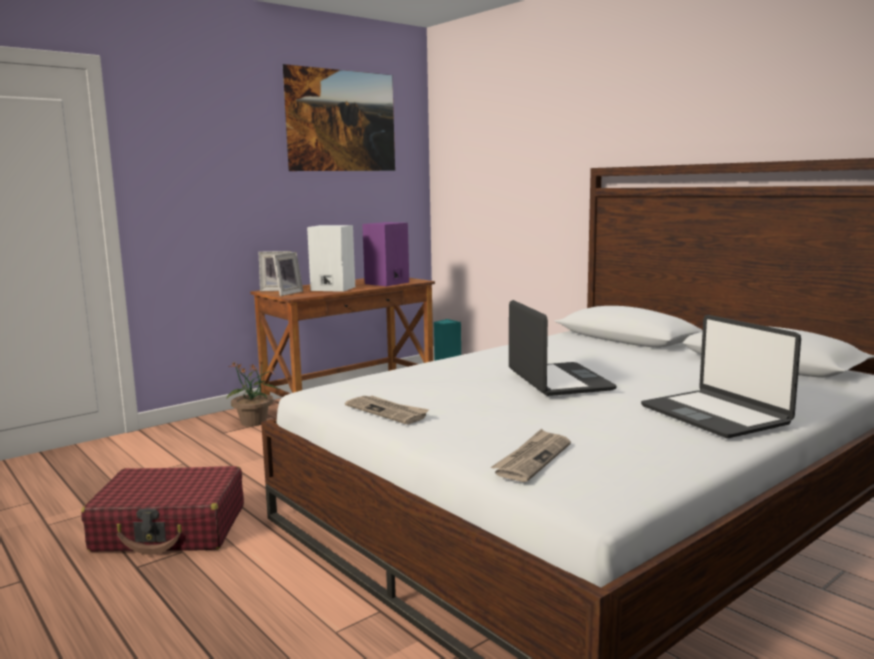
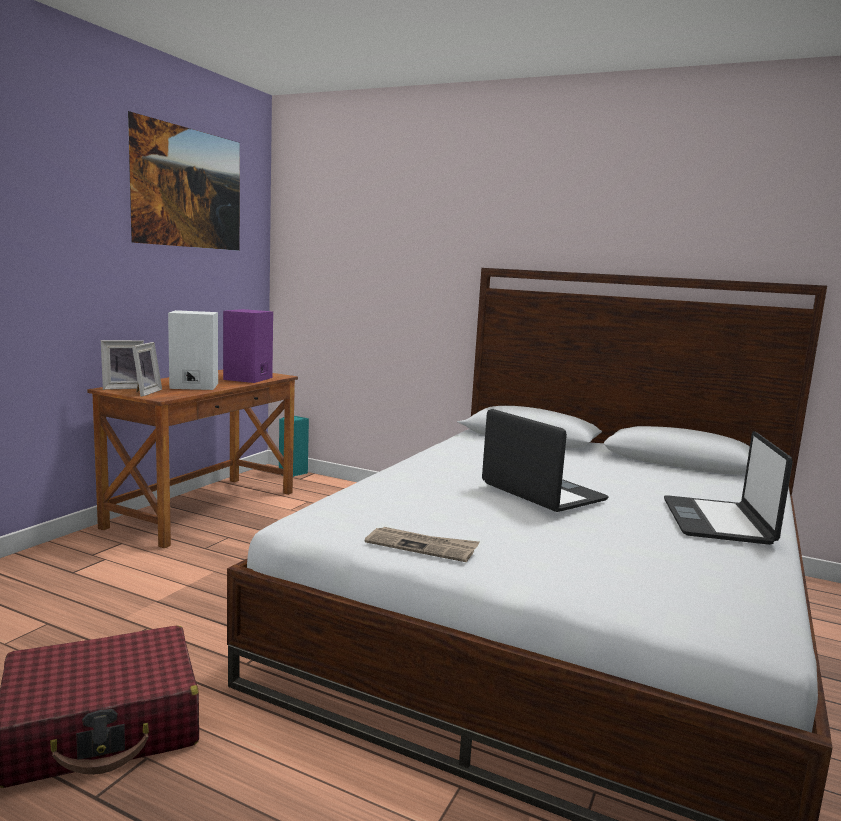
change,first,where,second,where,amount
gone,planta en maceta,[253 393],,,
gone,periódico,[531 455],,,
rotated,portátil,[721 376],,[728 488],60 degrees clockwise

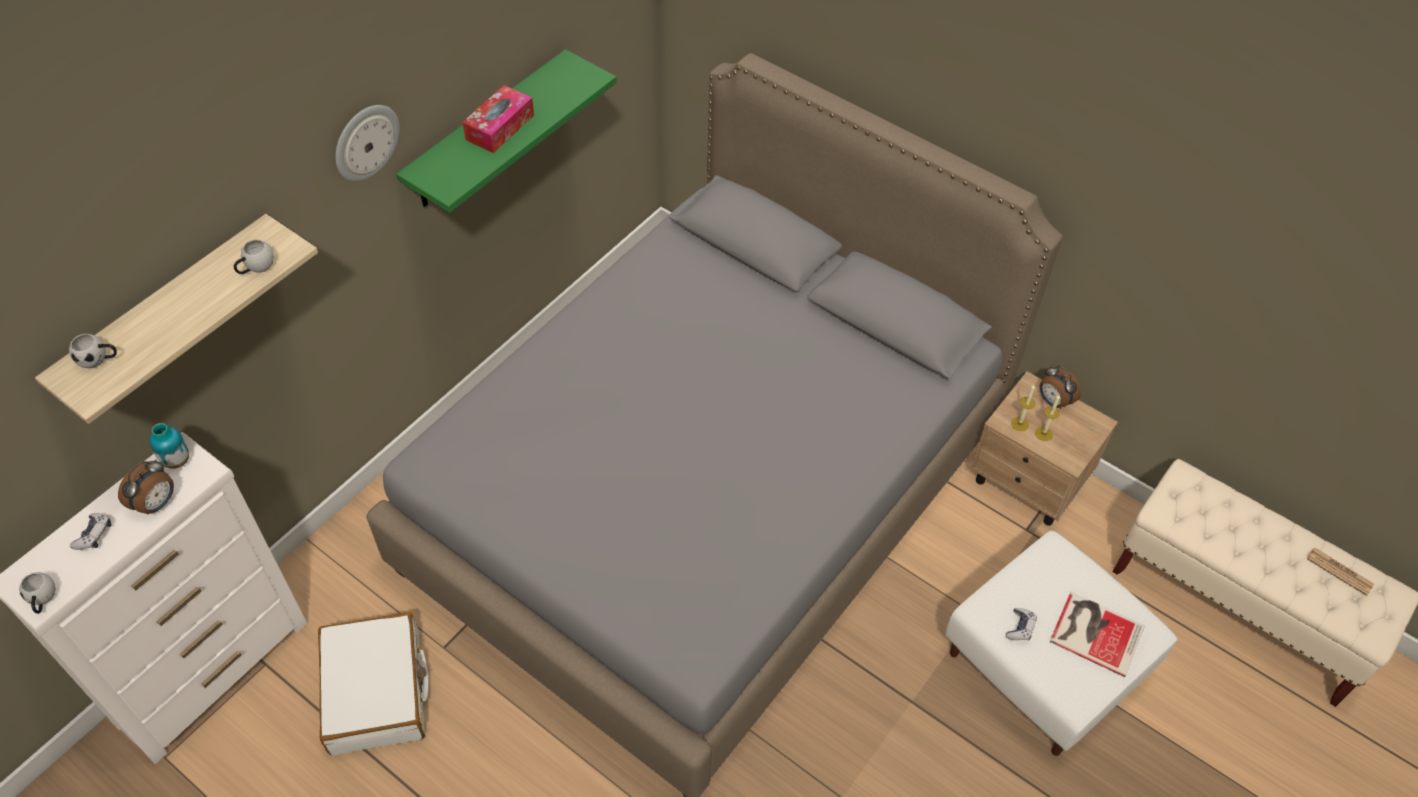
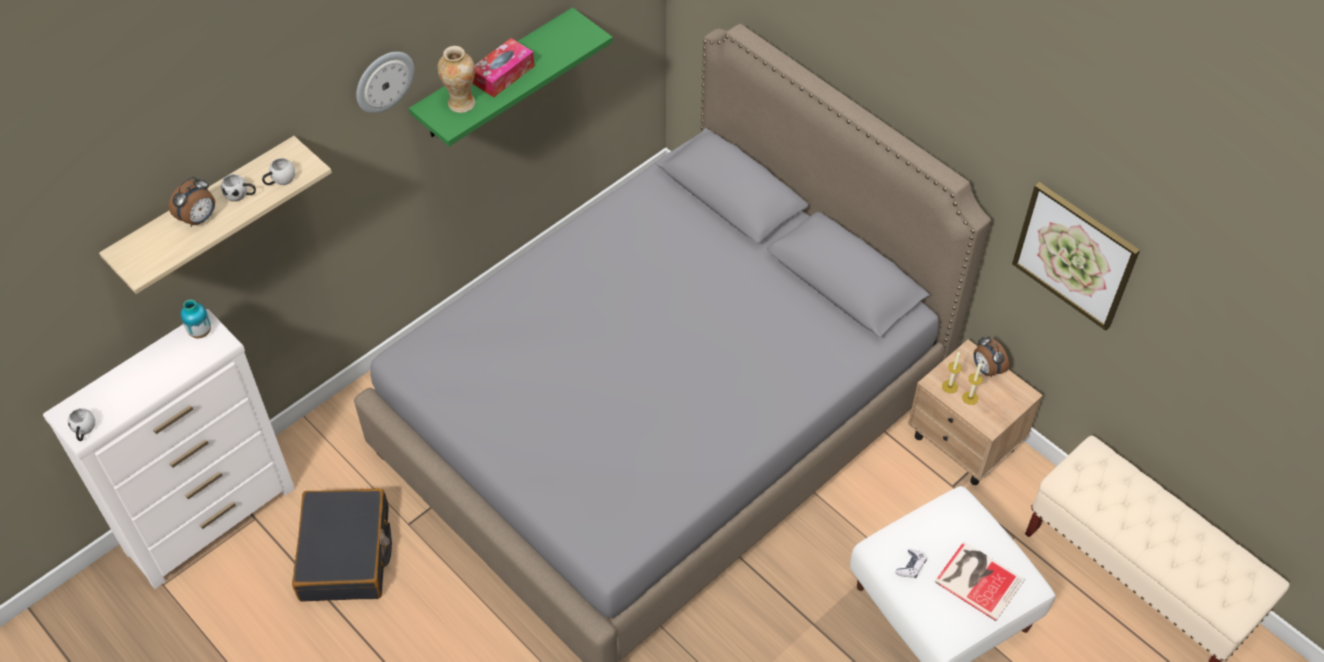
change,first,where,second,where,amount
gone,mando de consola,[91 531],,,
gone,periódico,[1340 571],,,
new,,,florero,[456 79],
new,,,cuadro,[1076 256],
shifted,taza grande (blanco),[93 351],,[238 188],
shifted,despertador,[146 487],,[192 202],
repainted,maleta (blanco),[373 683],maleta (negro),[342 545],

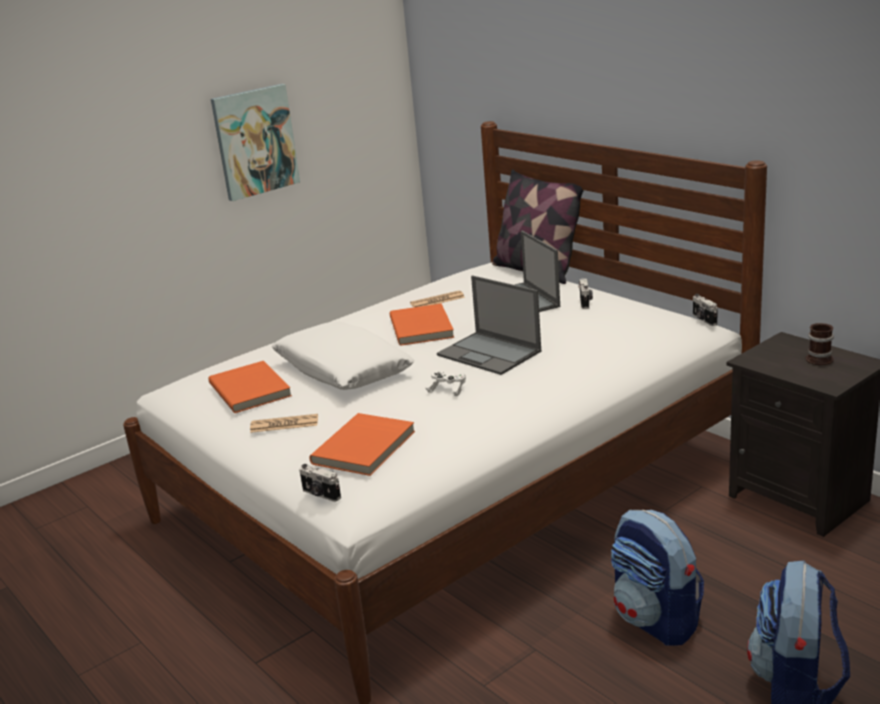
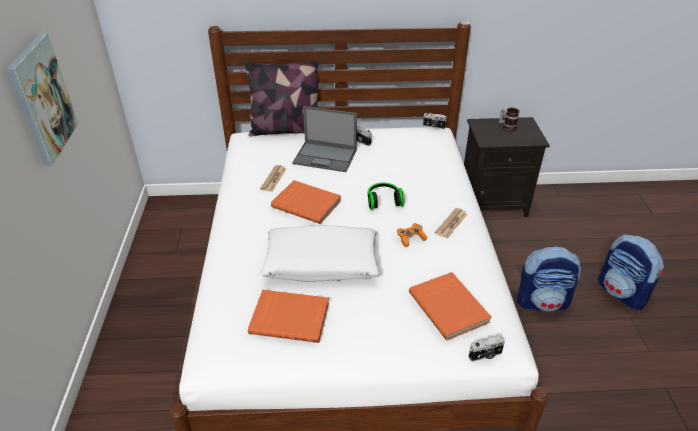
change,first,where,second,where,amount
shifted,periódico,[284 423],,[451 223],
swapped,portátil,[489 325],auriculares,[385 196],
repainted,mando de consola (blanco),[445 383],mando de consola (naranja),[412 235],

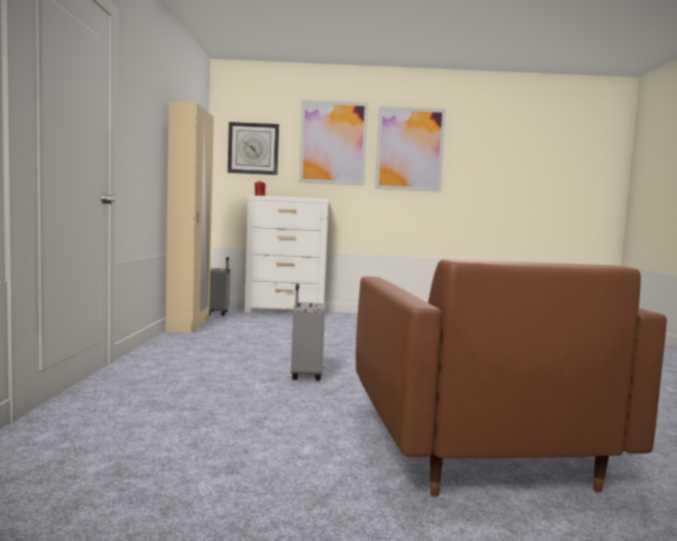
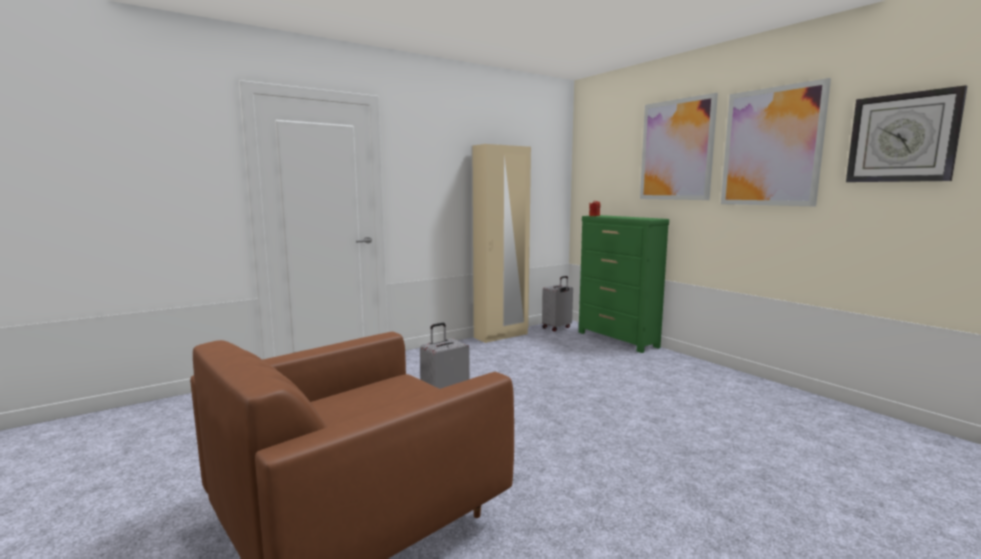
change,first,where,second,where,amount
shifted,reloj de pared,[253 148],,[906 133],
repainted,cómoda (blanco),[287 254],cómoda (verde),[624 284],

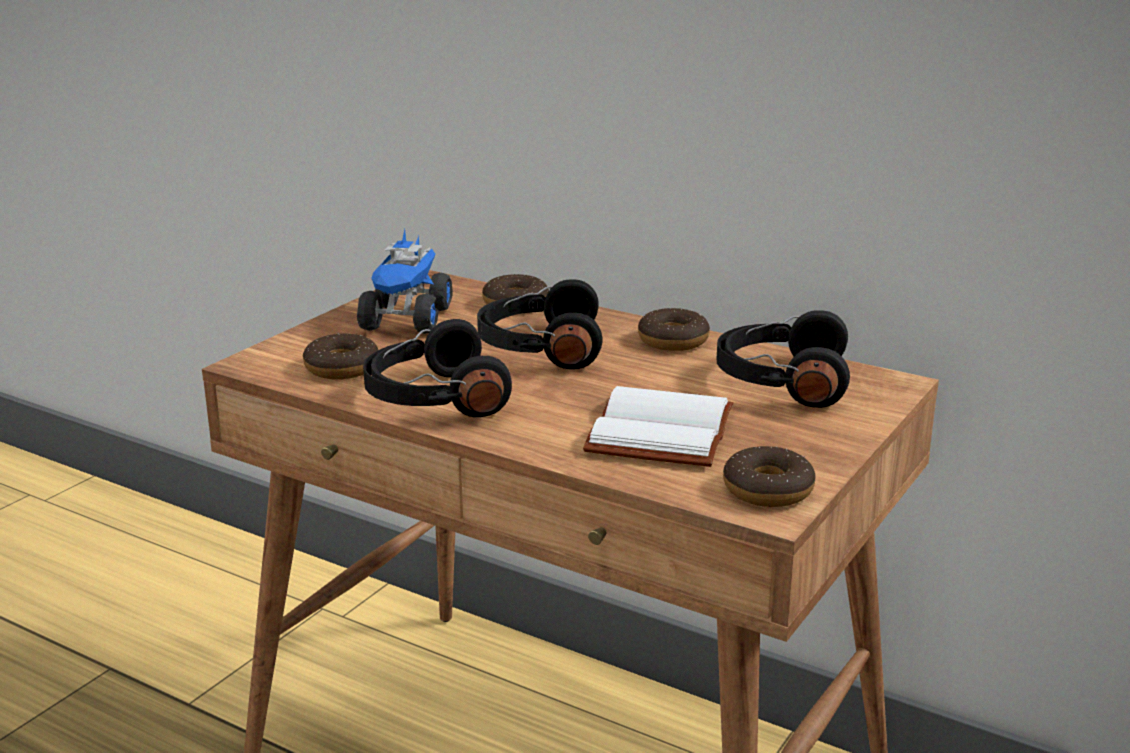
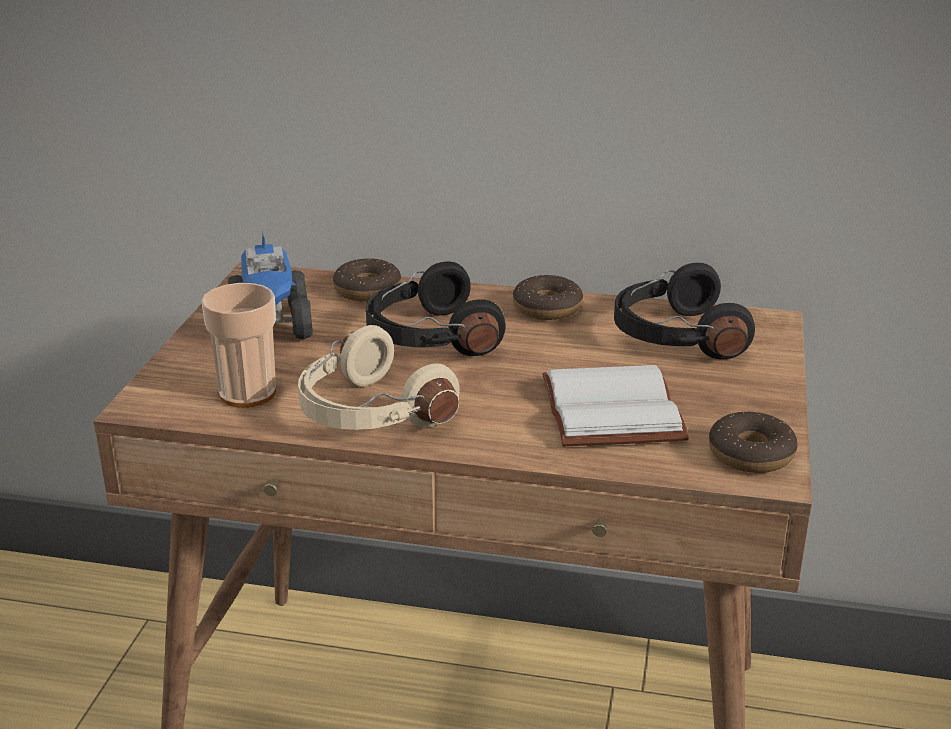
change,first,where,second,where,amount
swapped,rosquilla,[340 356],taza,[238 345],
repainted,auriculares (negro),[437 368],auriculares (beis),[379 377],

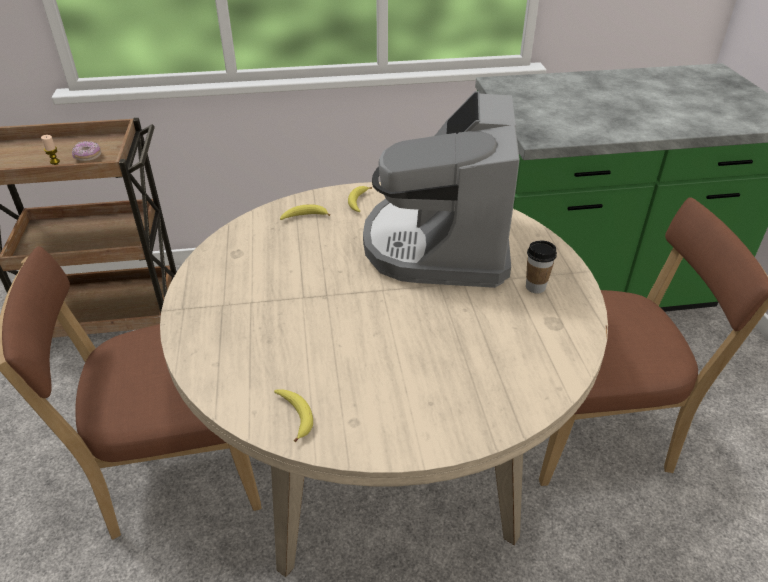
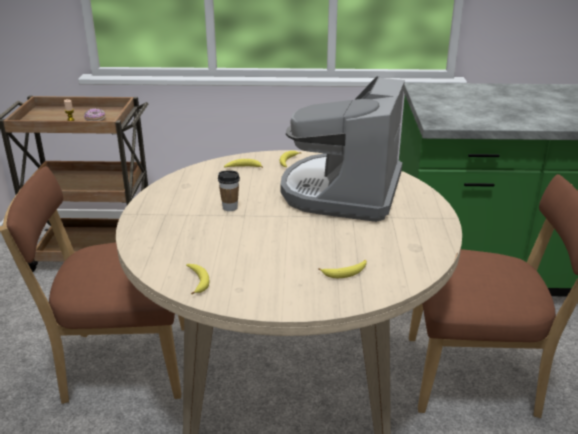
change,first,where,second,where,amount
new,,,plátano,[342 269],
shifted,taza,[541 267],,[229 190],

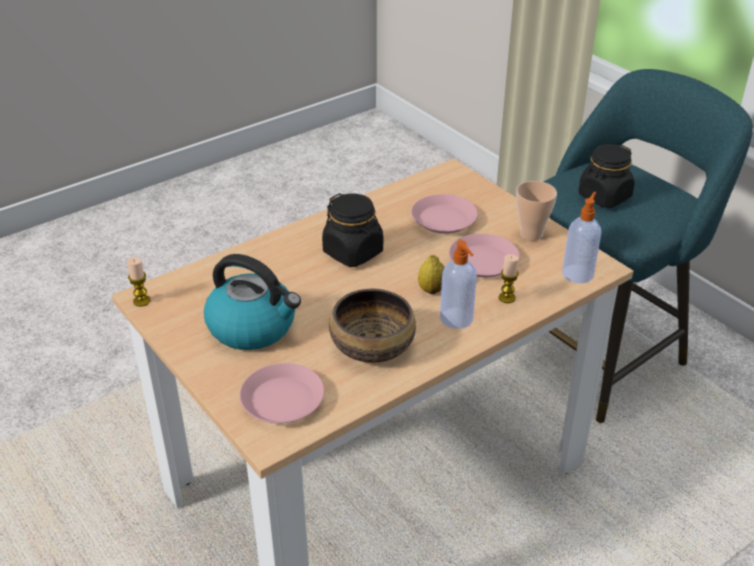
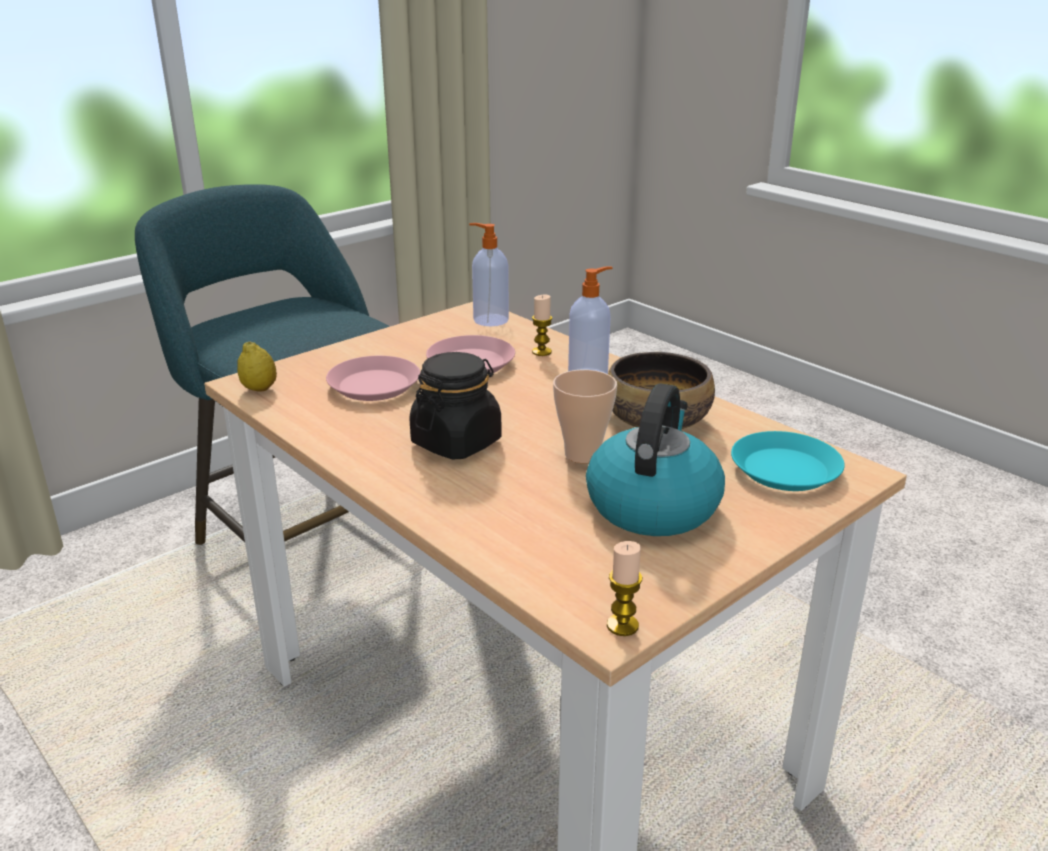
change,first,where,second,where,amount
gone,tarro (negro),[607 176],,,
shifted,limón,[431 274],,[257 366],
shifted,taza,[536 211],,[585 416],
repainted,plato (rosa),[281 393],plato (turquesa),[788 461],

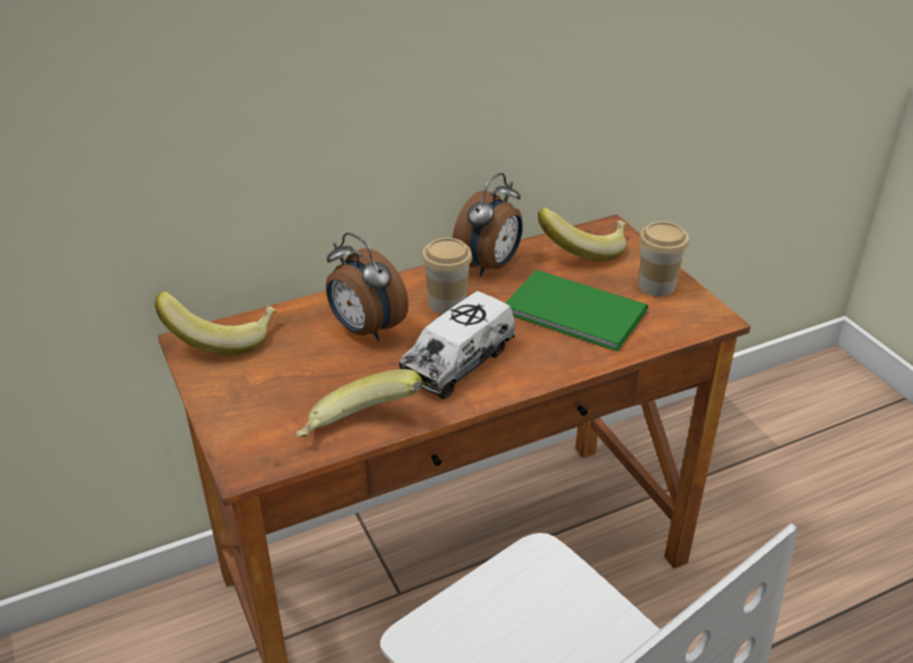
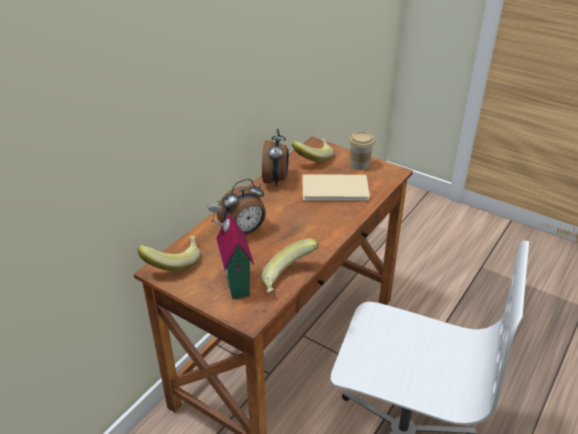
change,first,where,second,where,amount
gone,camión de juguete,[457 345],,,
gone,taza,[447 276],,,
new,,,casita,[230 249],
repainted,libro (verde),[576 310],libro (beis),[336 188],
rotated,despertador,[367 286],,[241 207],45 degrees counterclockwise

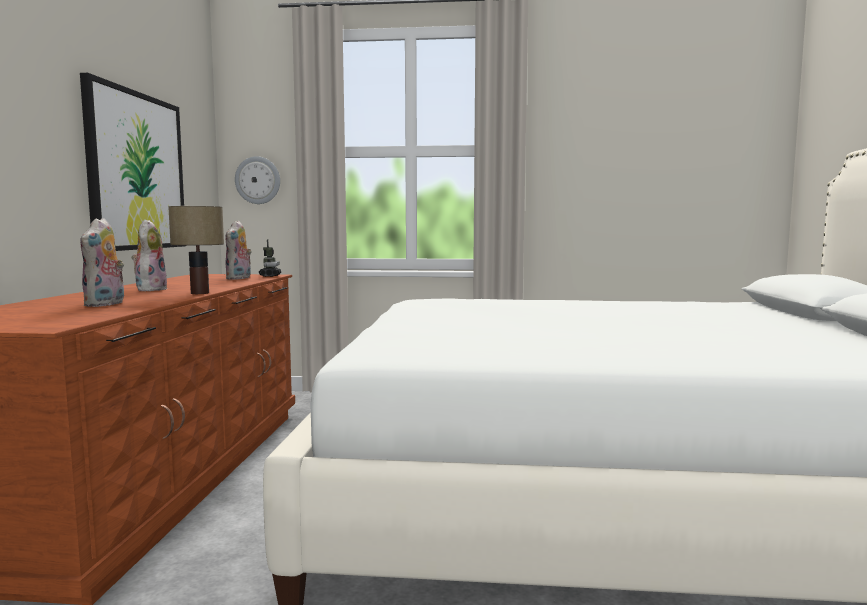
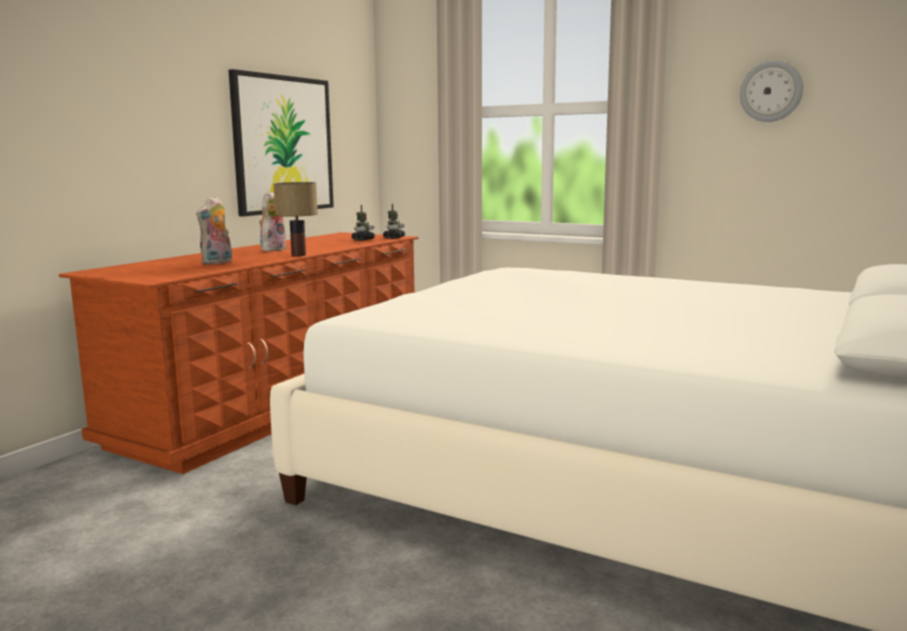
change,first,where,second,where,amount
shifted,reloj de pared,[257 180],,[771 91],
swapped,peluche,[238 250],robot de juguete,[363 223],

